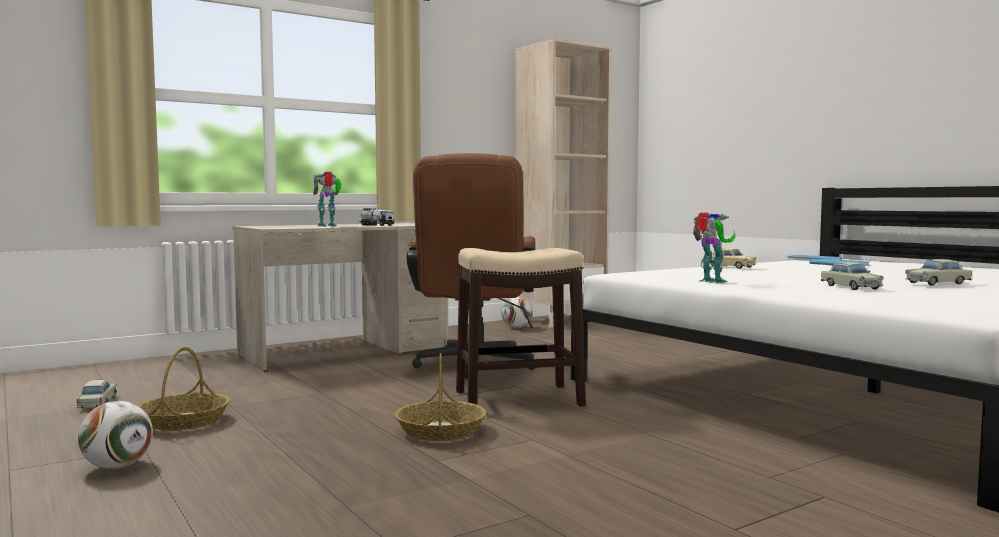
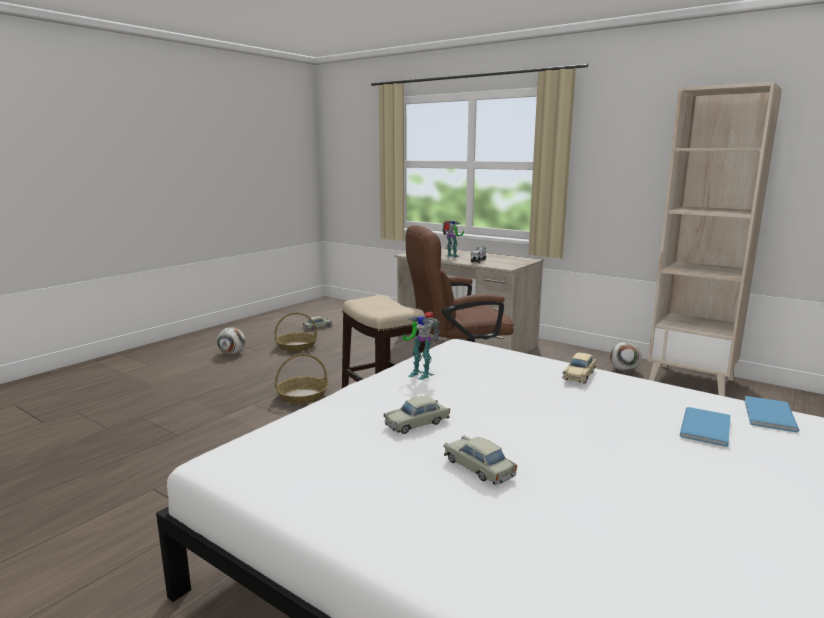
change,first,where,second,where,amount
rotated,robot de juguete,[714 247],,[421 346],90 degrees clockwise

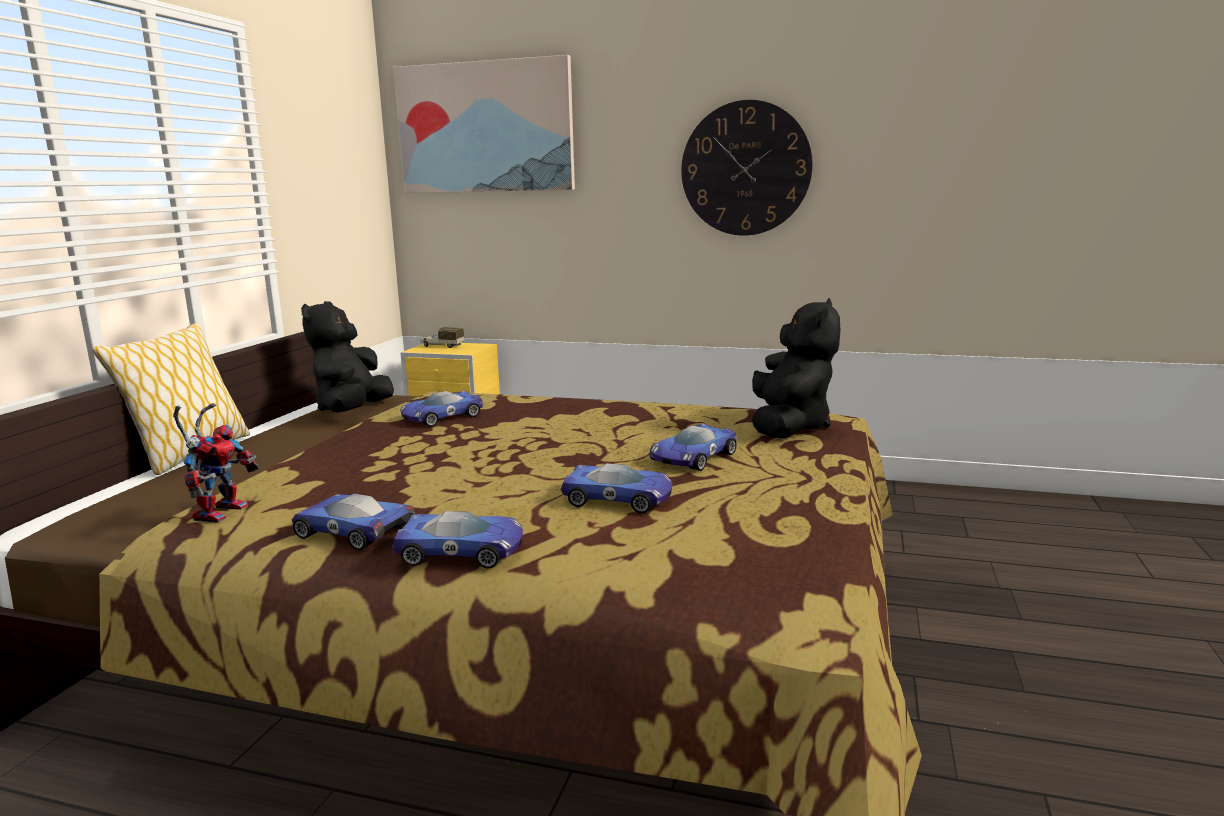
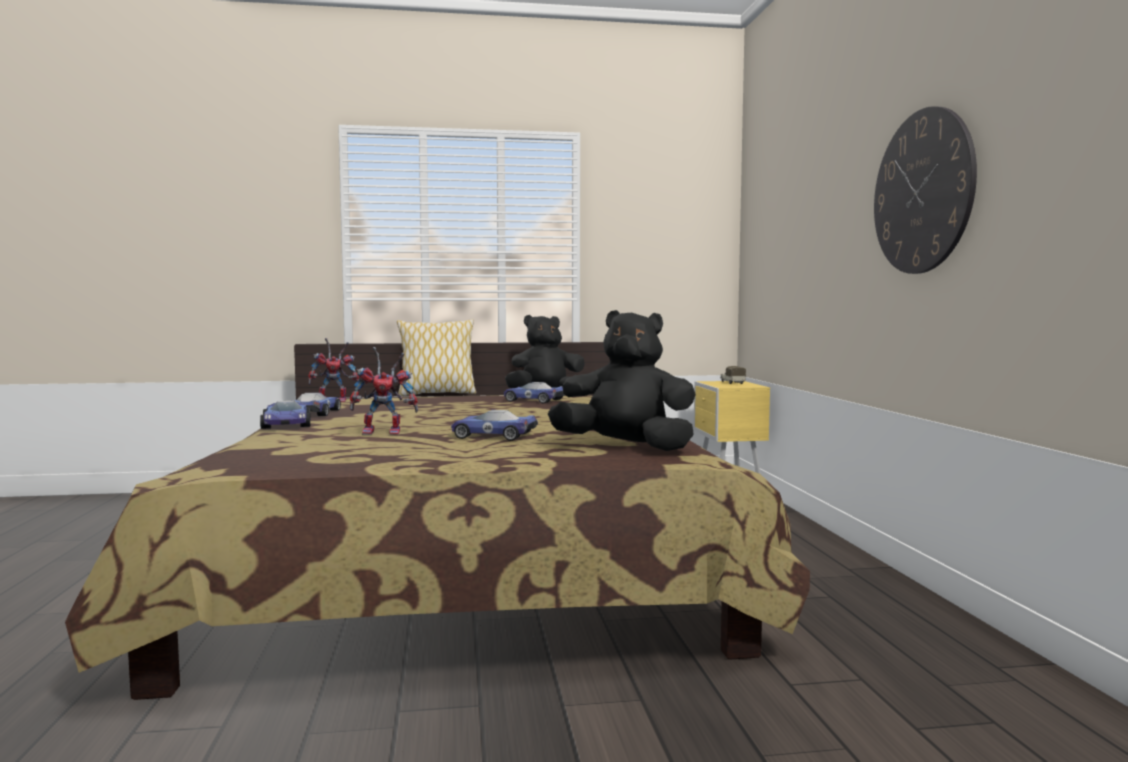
change,first,where,second,where,amount
gone,cuadro,[484 124],,,
swapped,coche de juguete,[616 488],robot de juguete,[384 391],
rotated,peluche (negro),[796 368],,[622 380],150 degrees counterclockwise

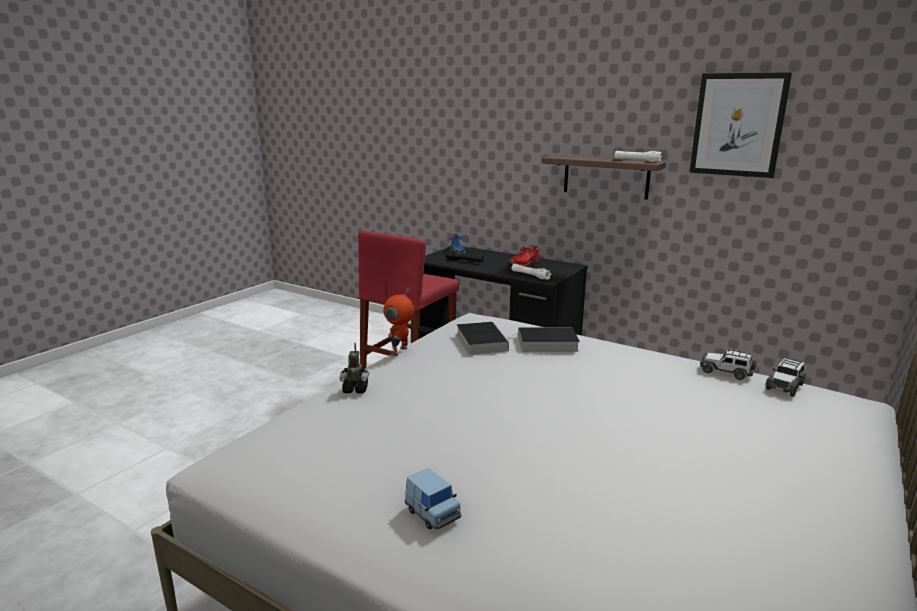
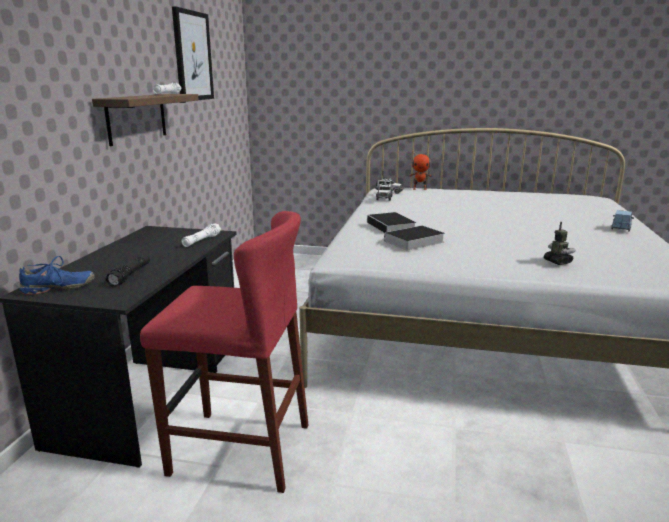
change,first,where,second,where,amount
gone,zapato (rojo),[525 255],,,
shifted,robot de juguete,[398 321],,[420 171],

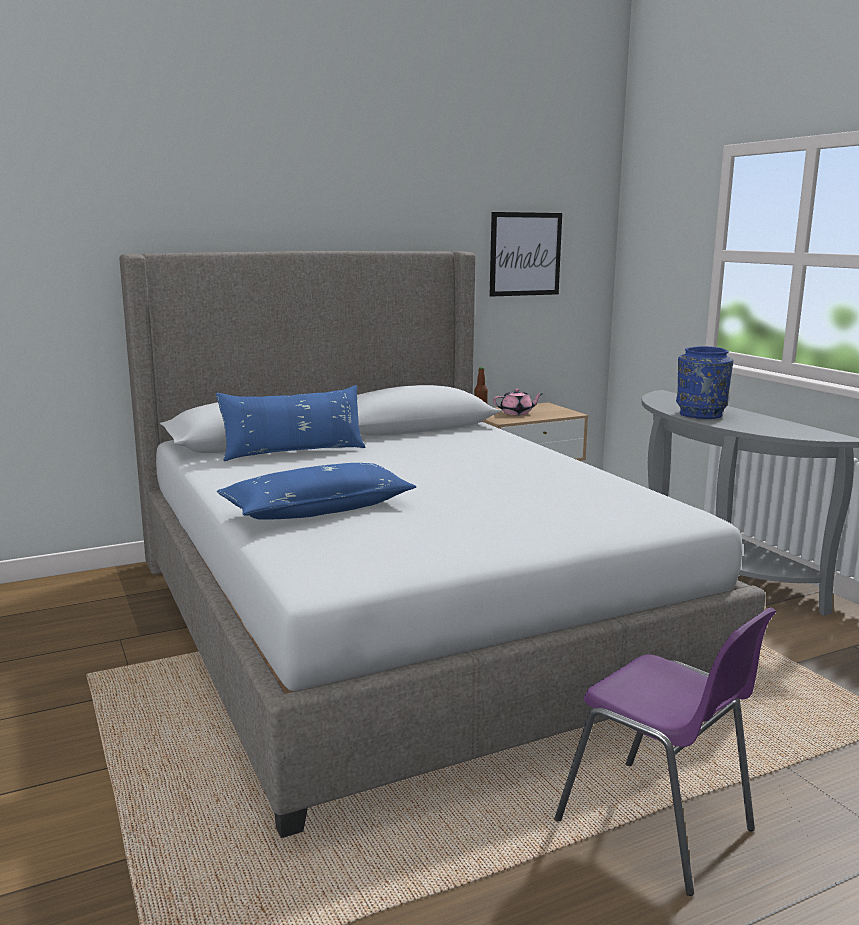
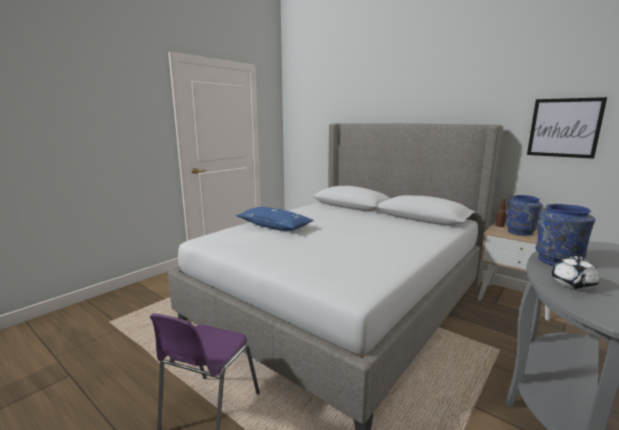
change,first,where,second,where,amount
gone,cojín (azul),[290 423],,,
new,,,tetera (blanco),[575 273],
swapped,tetera (rosa),[518 401],florero (azul),[524 215],

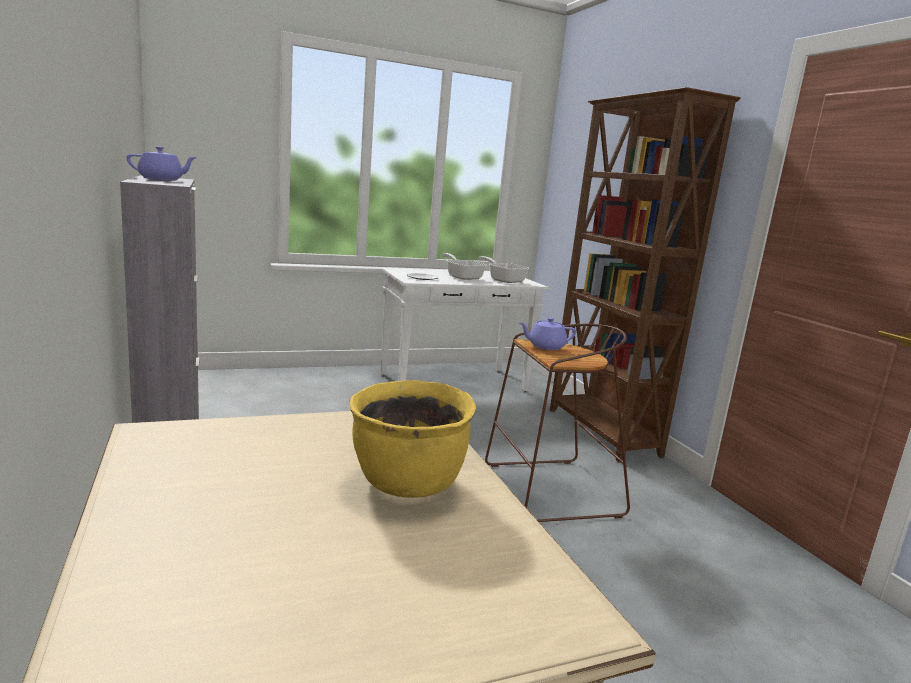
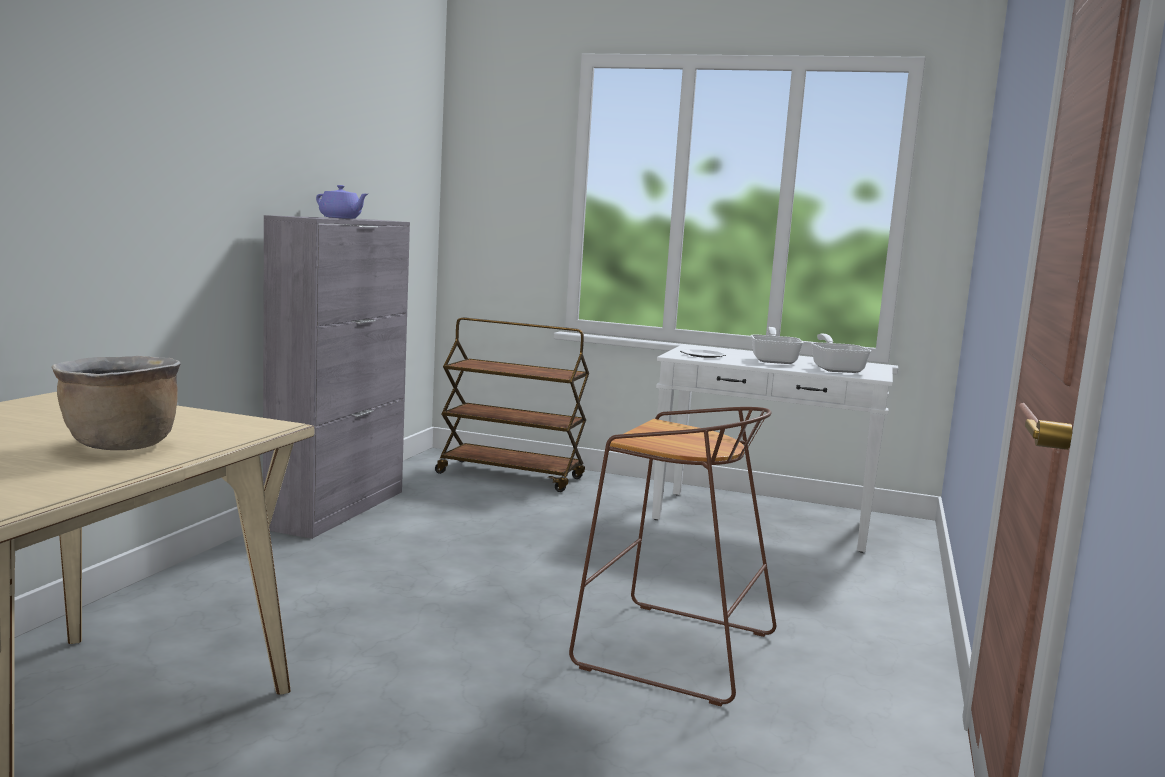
change,first,where,second,where,amount
gone,tetera (morado),[547 333],,,
gone,estantería (marrón),[645 274],,,
new,,,carrito (marrón),[512 404],
repainted,olla (amarillo),[412 439],olla (marrón),[116 403],

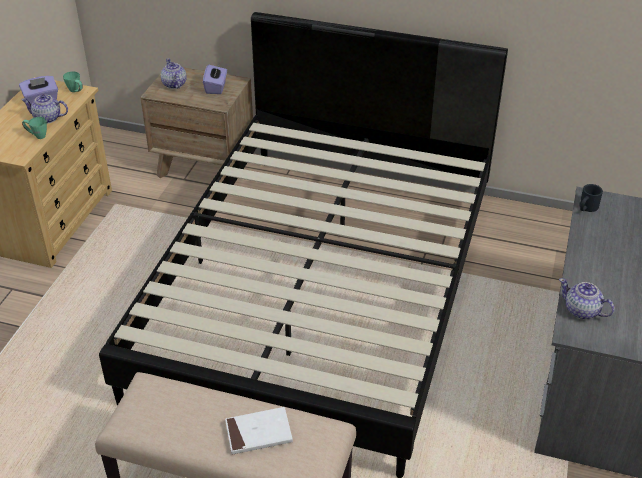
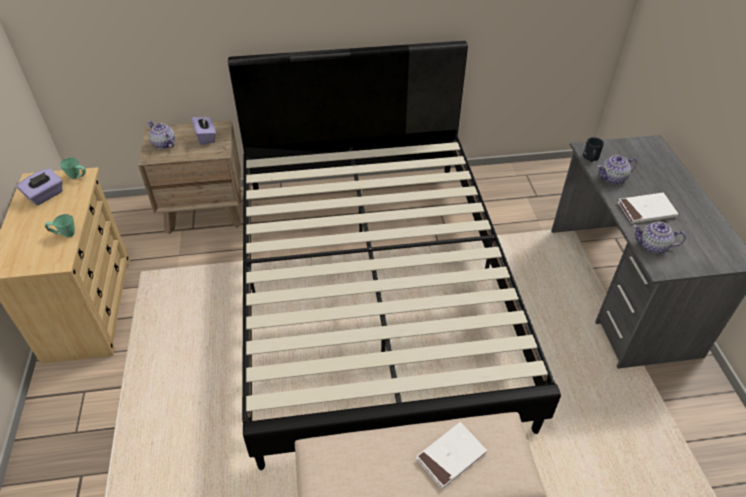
change,first,where,second,where,amount
new,,,libro (blanco),[648 208],
shifted,tetera,[44 109],,[617 169],

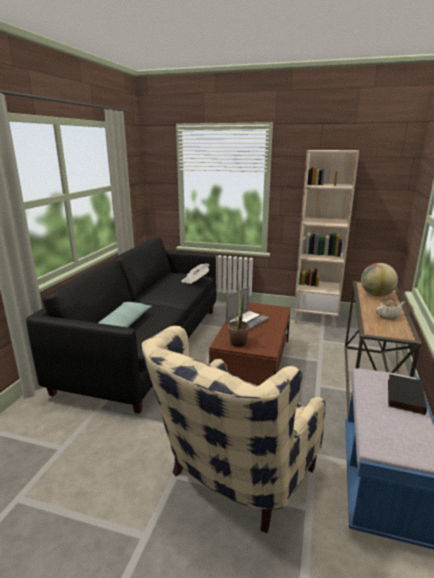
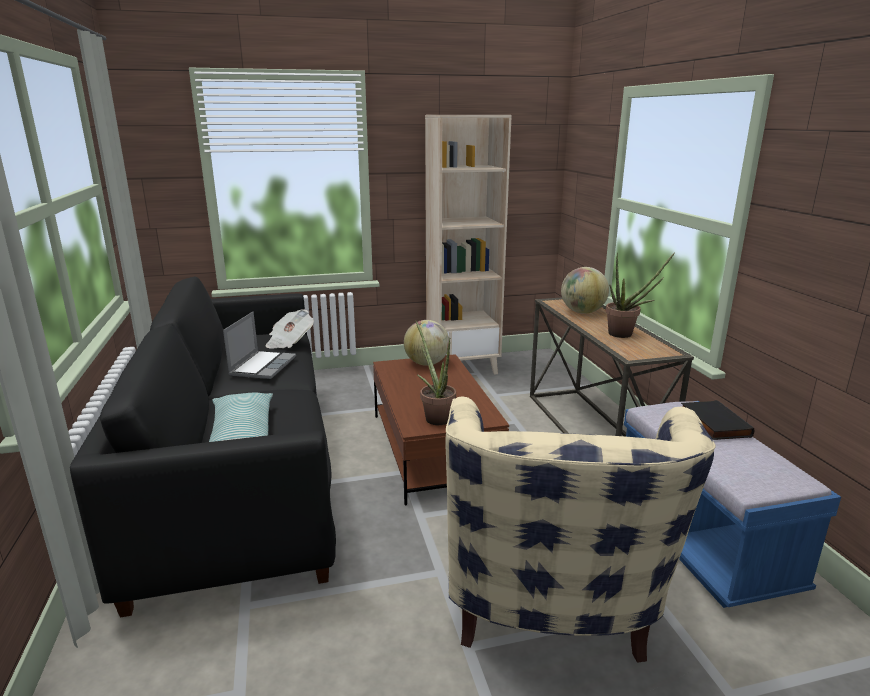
change,first,where,second,where,amount
new,,,globo terráqueo,[426 343],
shifted,portátil,[247 308],,[259 345],
swapped,tetera (beis),[390 310],planta en maceta,[640 295],

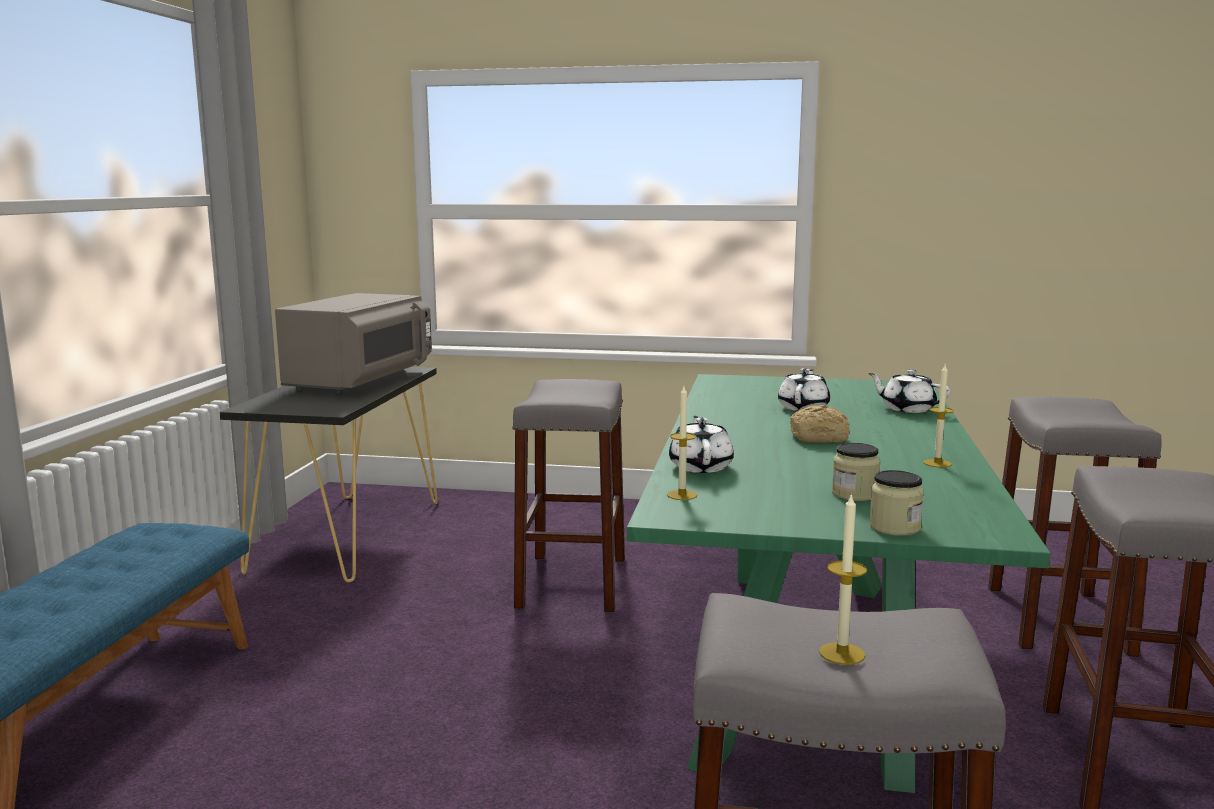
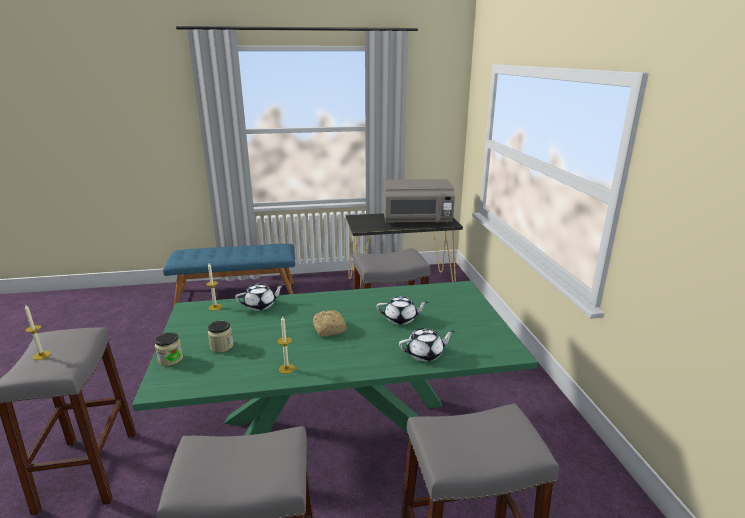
change,first,where,second,where,amount
rotated,tetera (blanco),[909 391],,[427 345],60 degrees clockwise

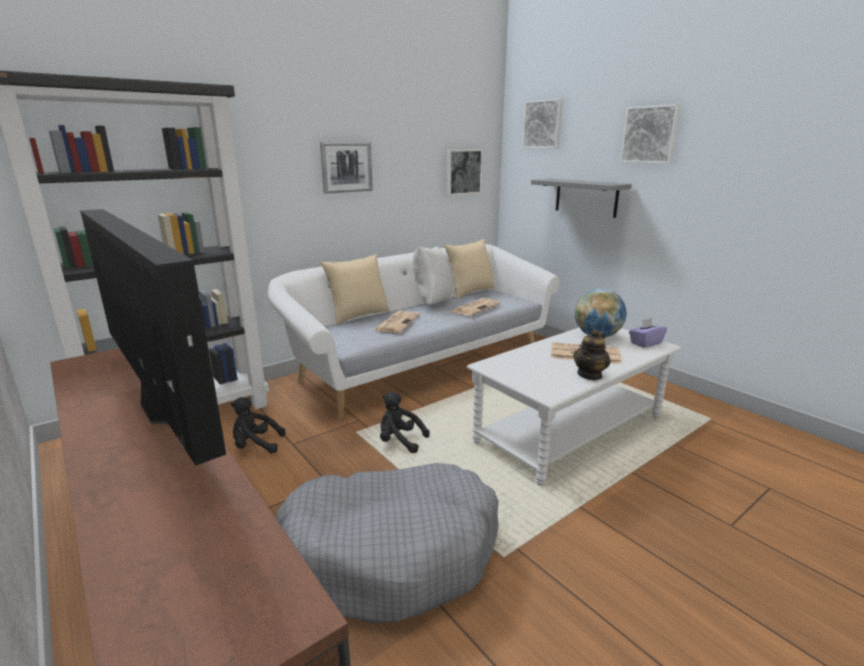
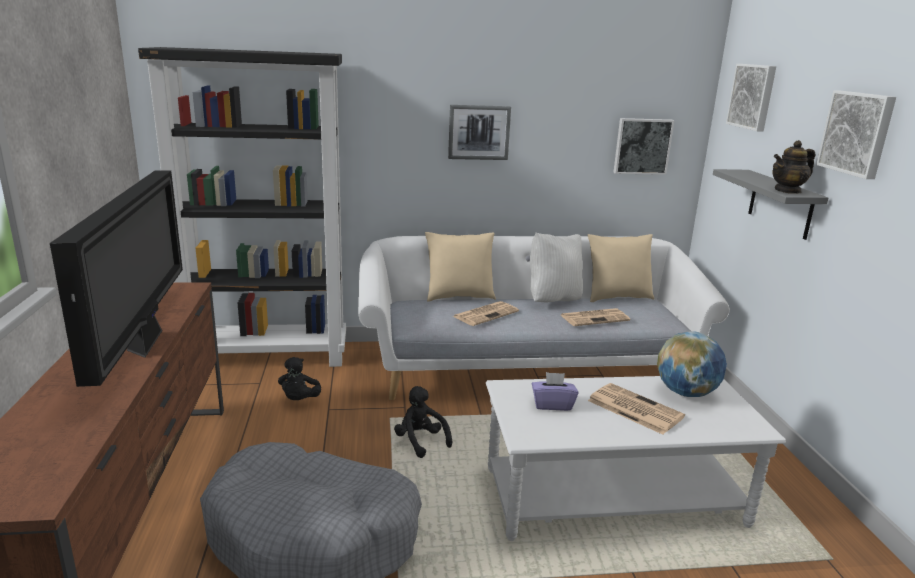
change,first,where,second,where,amount
shifted,tetera,[592 354],,[793 167],
shifted,caja de pañuelos (morado),[648 333],,[555 391],
rotated,peluche (negro),[258 425],,[299 378],120 degrees counterclockwise

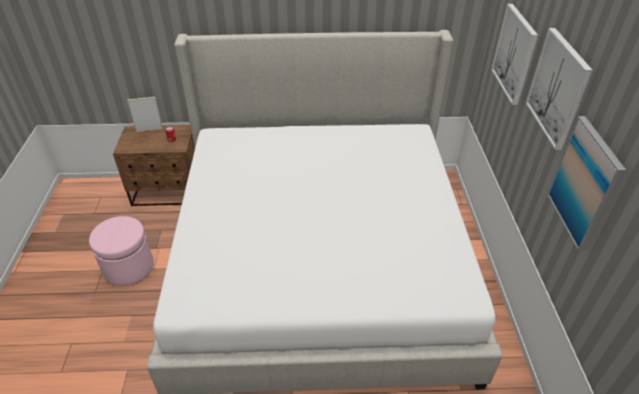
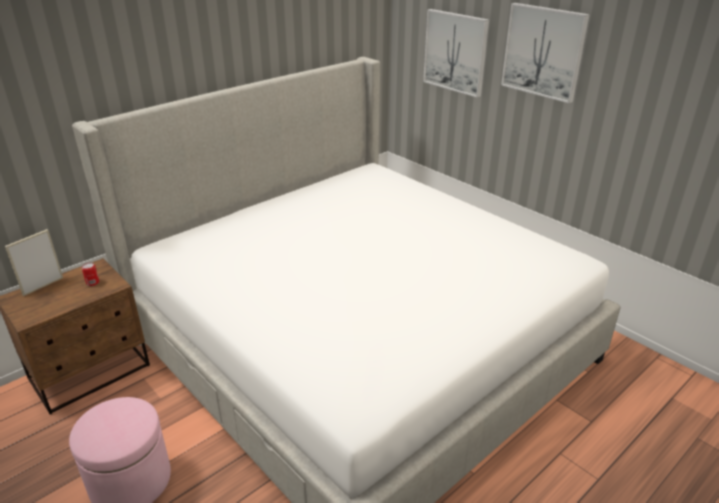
change,first,where,second,where,amount
gone,cuadro,[586 183],,,

